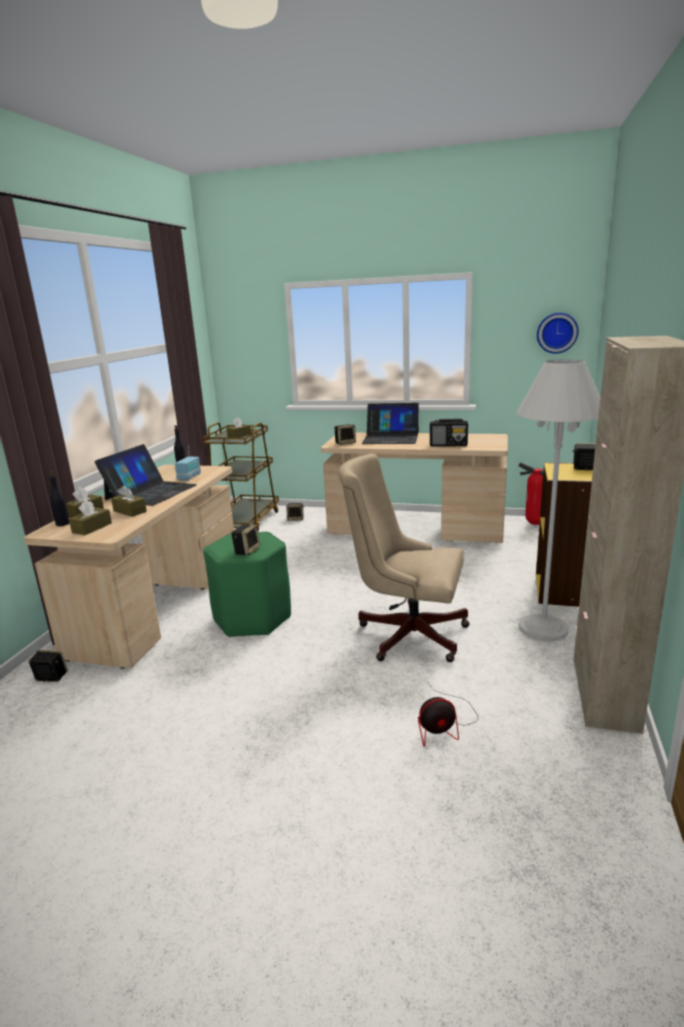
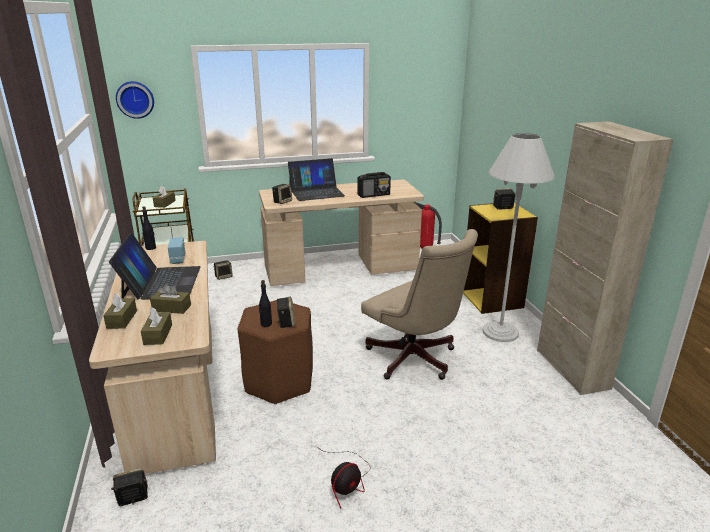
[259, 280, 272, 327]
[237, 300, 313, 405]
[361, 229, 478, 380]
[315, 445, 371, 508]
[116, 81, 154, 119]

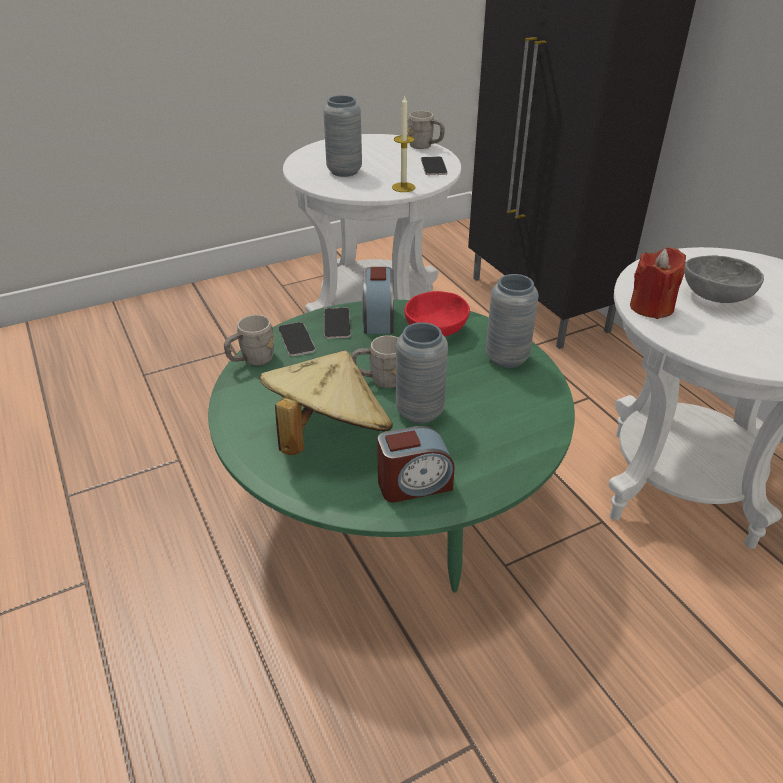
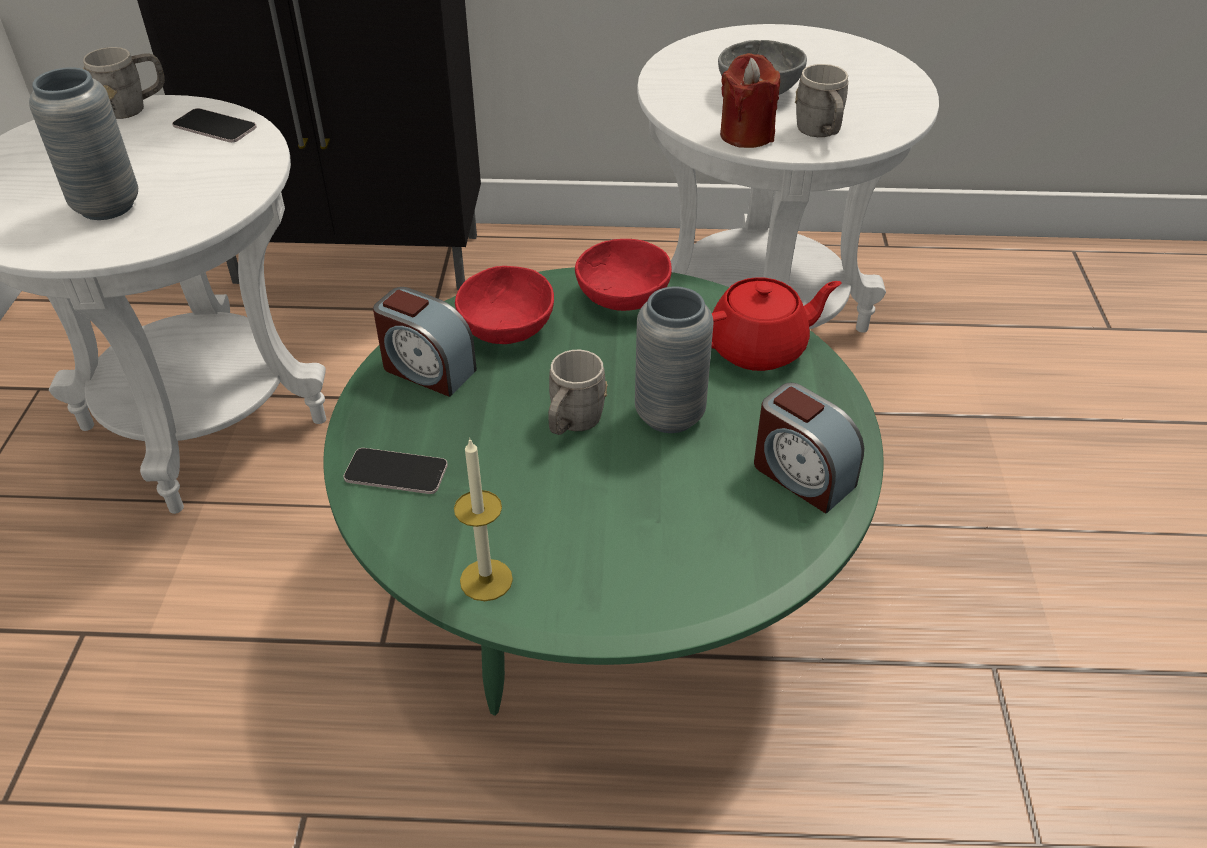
[795, 64, 848, 137]
[259, 351, 393, 455] (first image)
[324, 307, 351, 339] (first image)
[754, 383, 864, 514]
[454, 438, 513, 601]
[575, 239, 672, 311]
[711, 277, 842, 371]

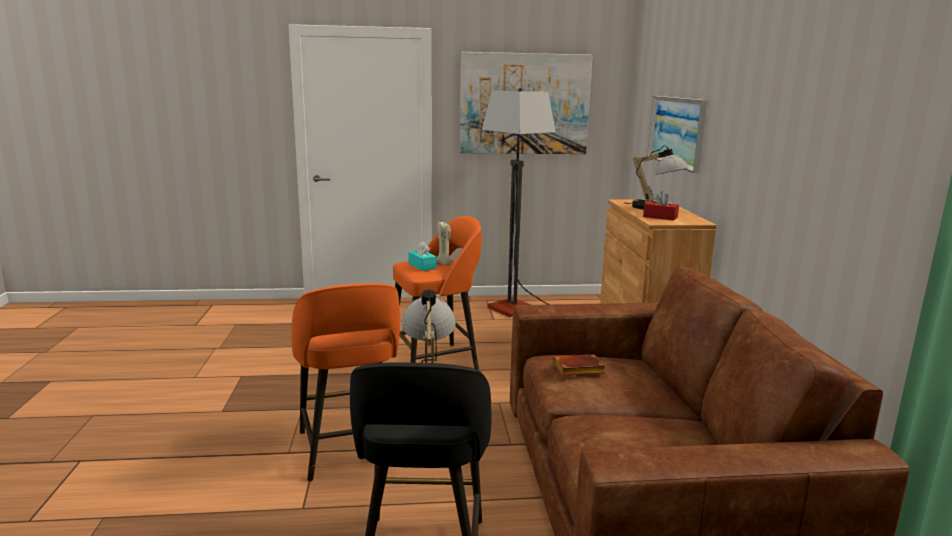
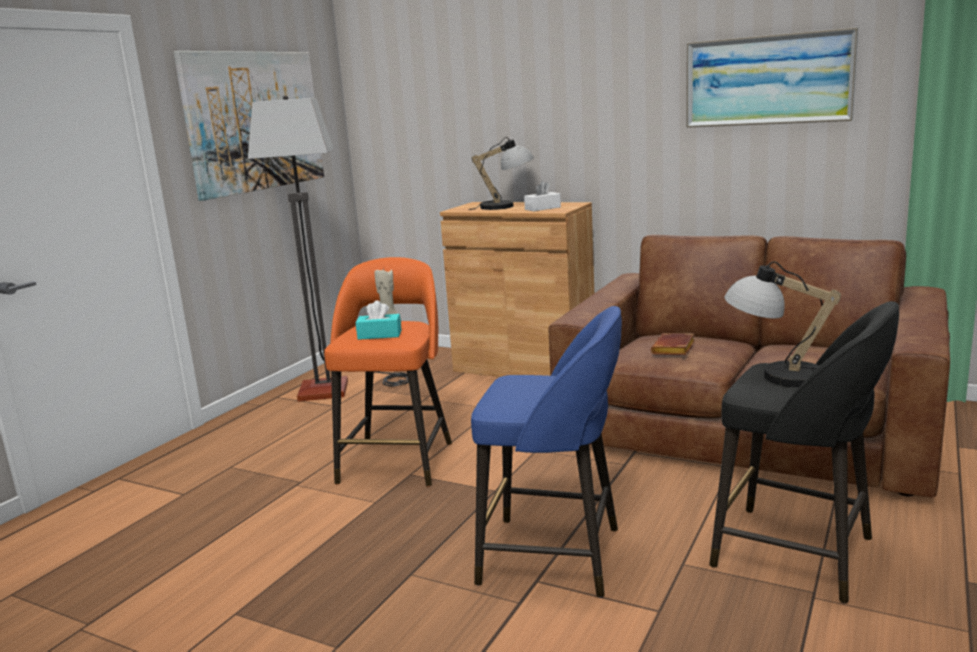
[471, 306, 622, 598]
[524, 181, 561, 211]
[686, 27, 858, 128]

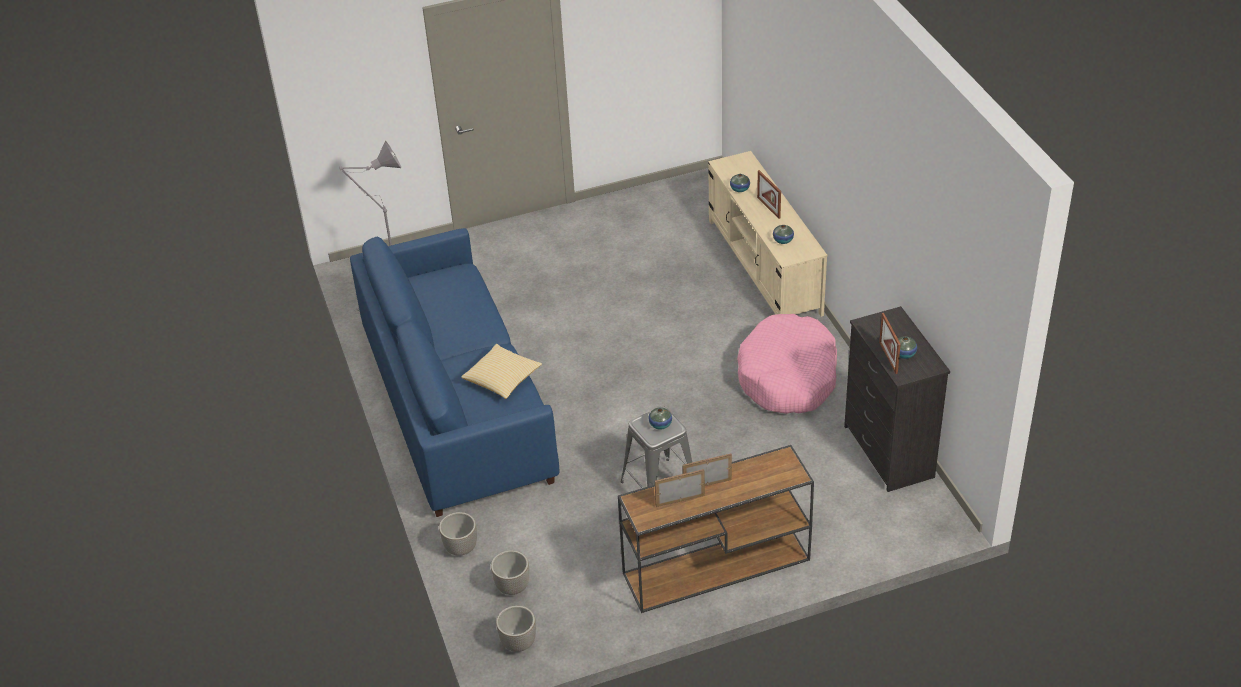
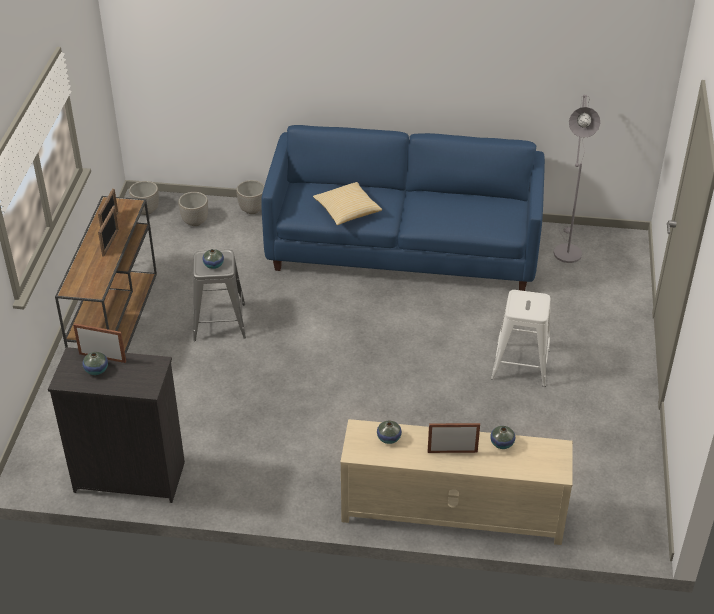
[737, 314, 837, 414] (first image)
[491, 290, 550, 387]

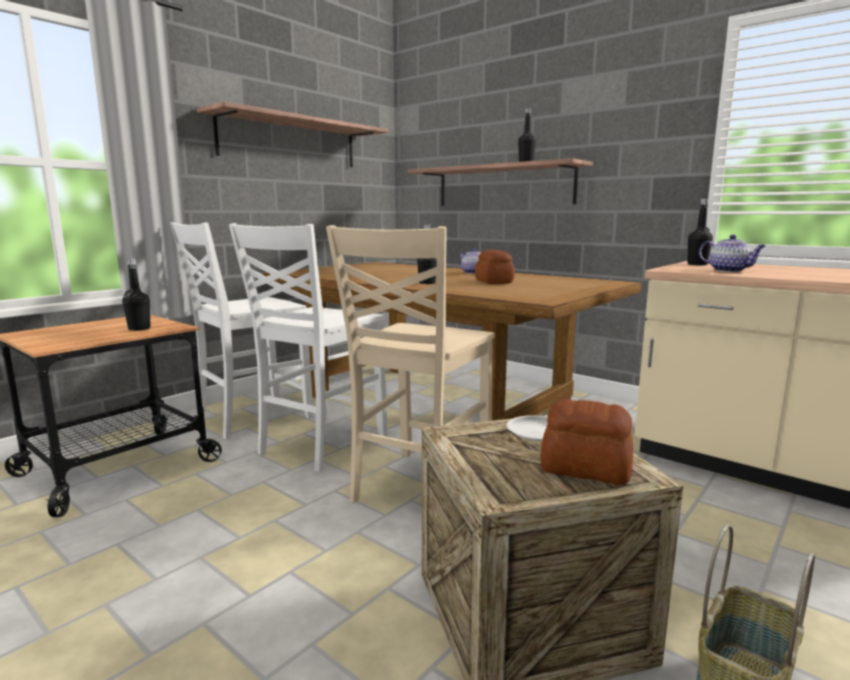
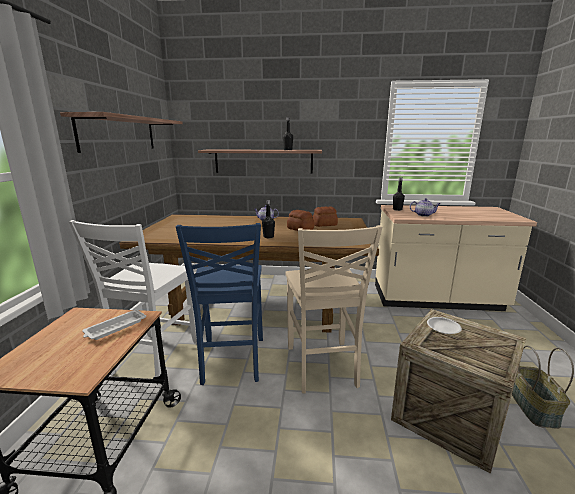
[82, 309, 146, 340]
[176, 223, 263, 385]
[312, 206, 338, 227]

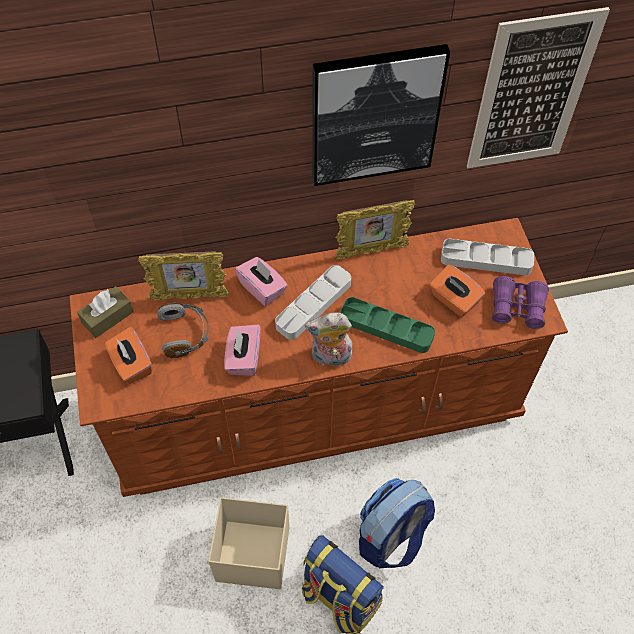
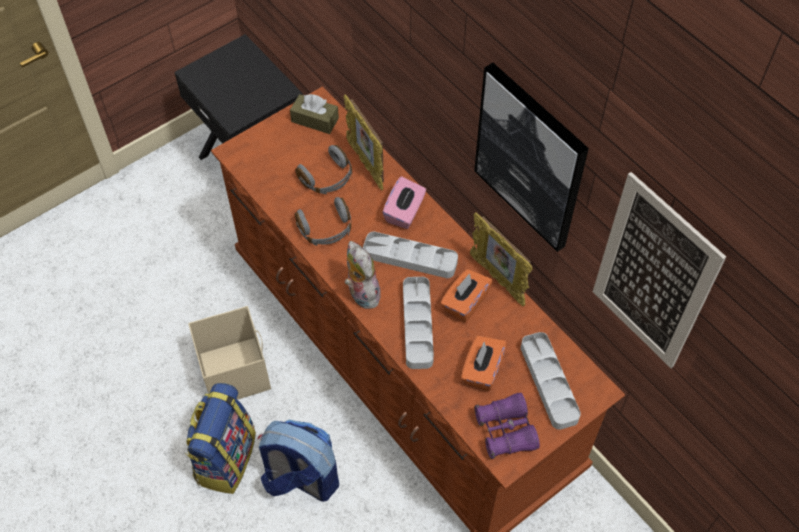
[441, 269, 493, 322]
[295, 197, 351, 246]
[403, 277, 434, 369]

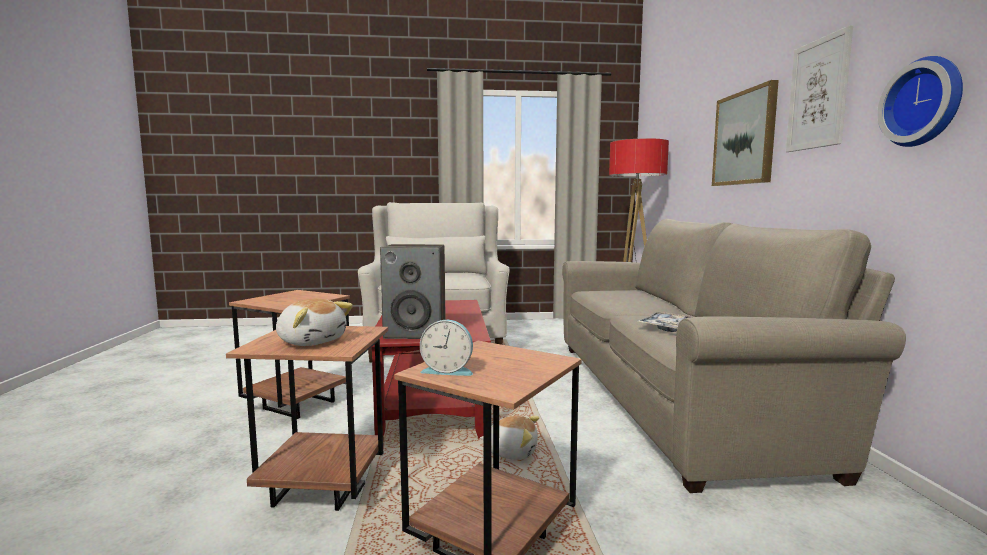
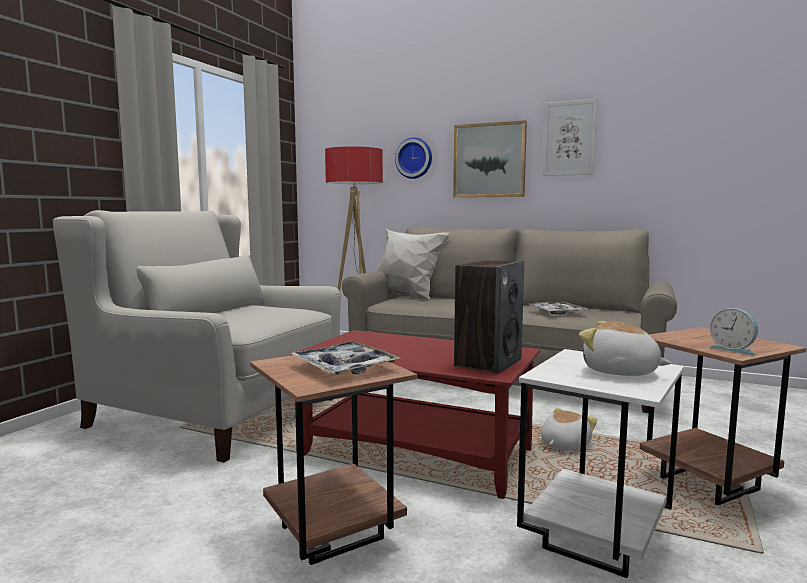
[517, 349, 684, 578]
[579, 321, 671, 376]
[709, 308, 758, 355]
[395, 137, 432, 179]
[291, 342, 400, 375]
[377, 228, 451, 301]

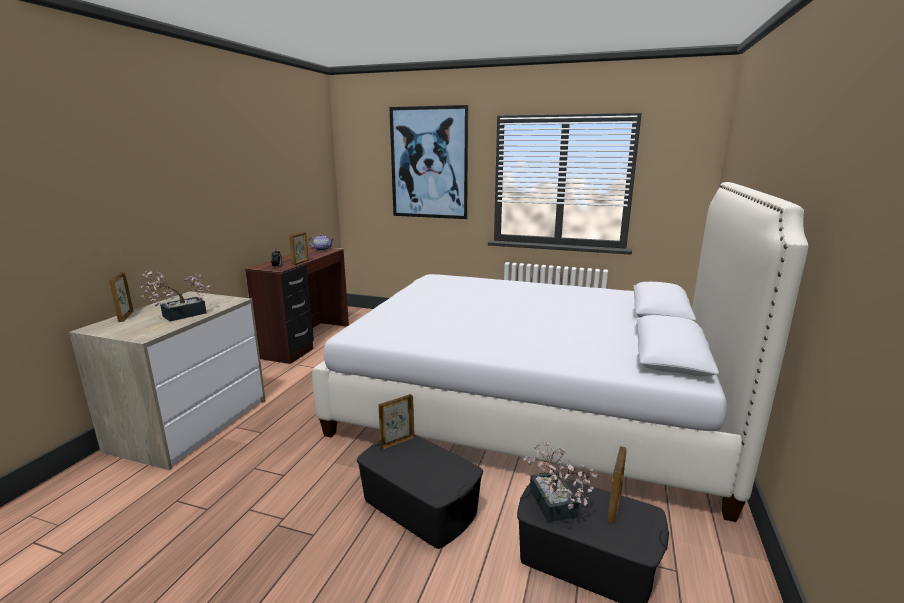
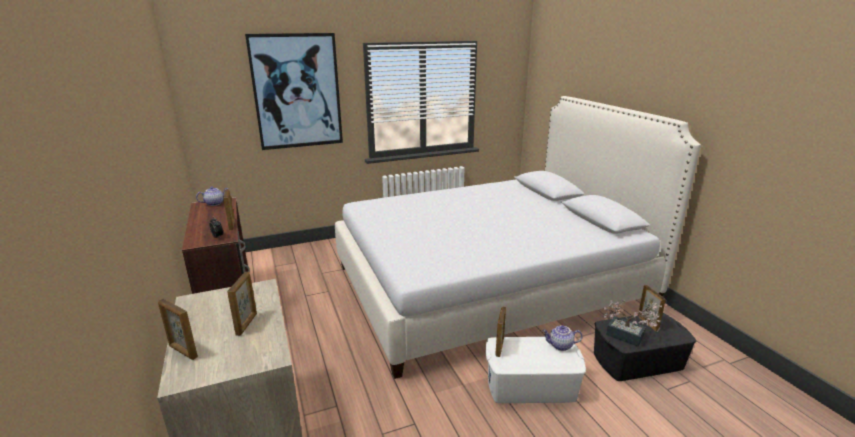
[227, 272, 257, 336]
[485, 337, 586, 403]
[542, 325, 583, 351]

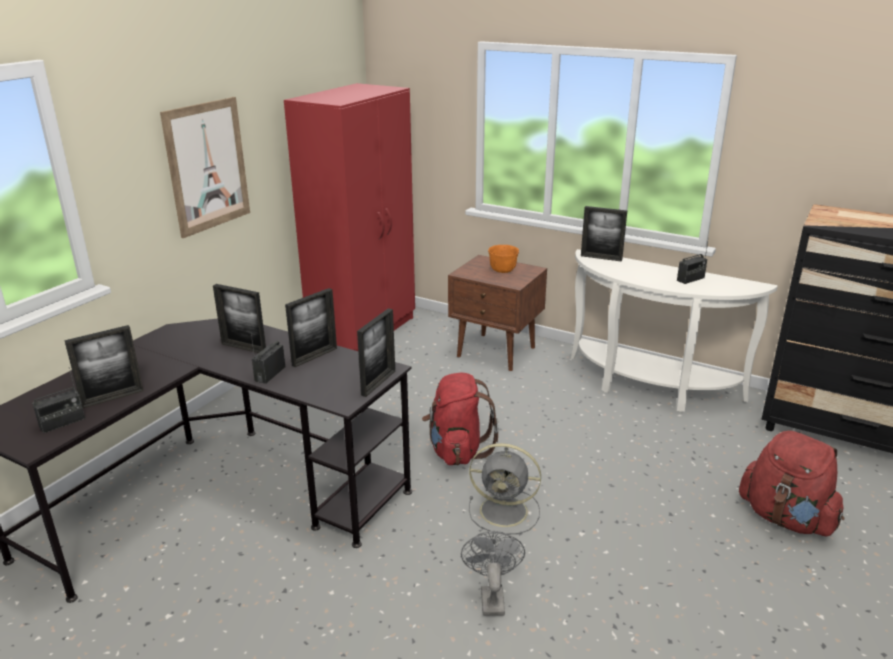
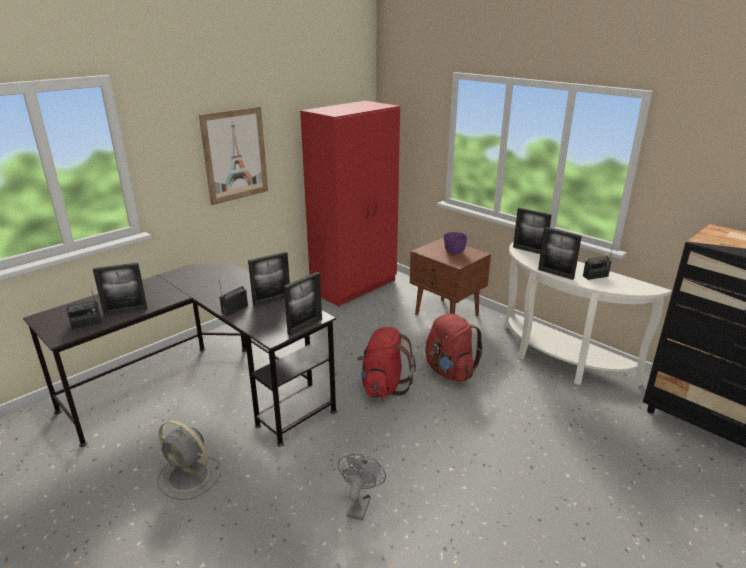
[538, 227, 582, 280]
[157, 420, 222, 500]
[444, 232, 468, 254]
[425, 314, 484, 382]

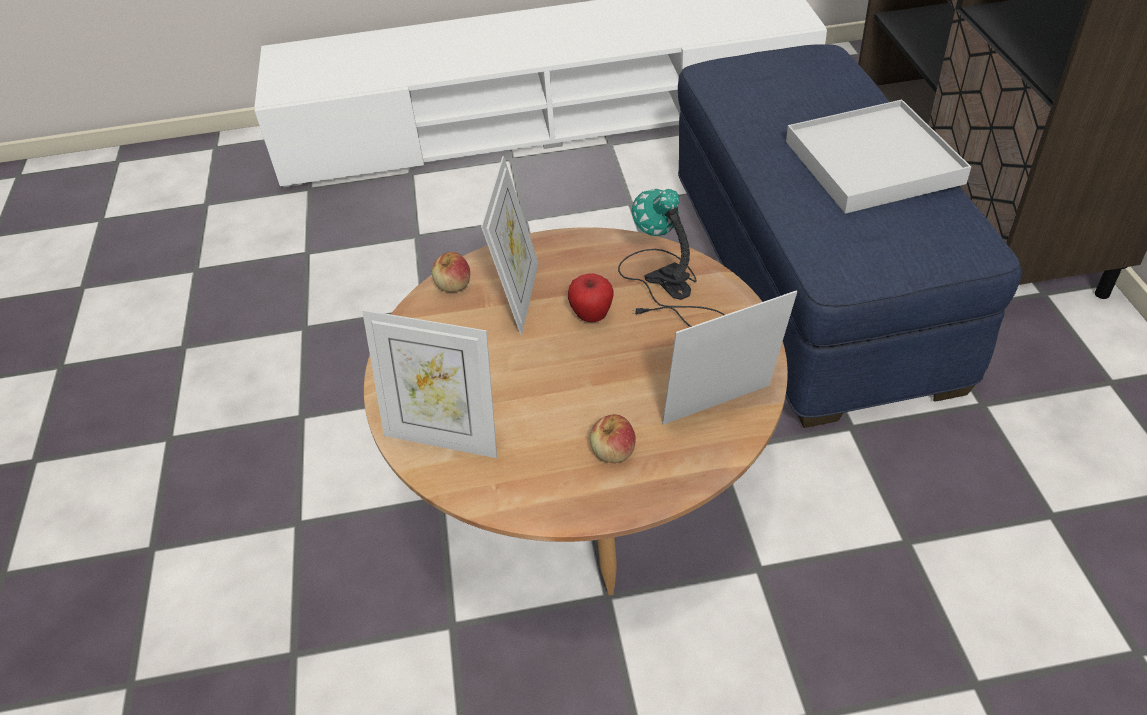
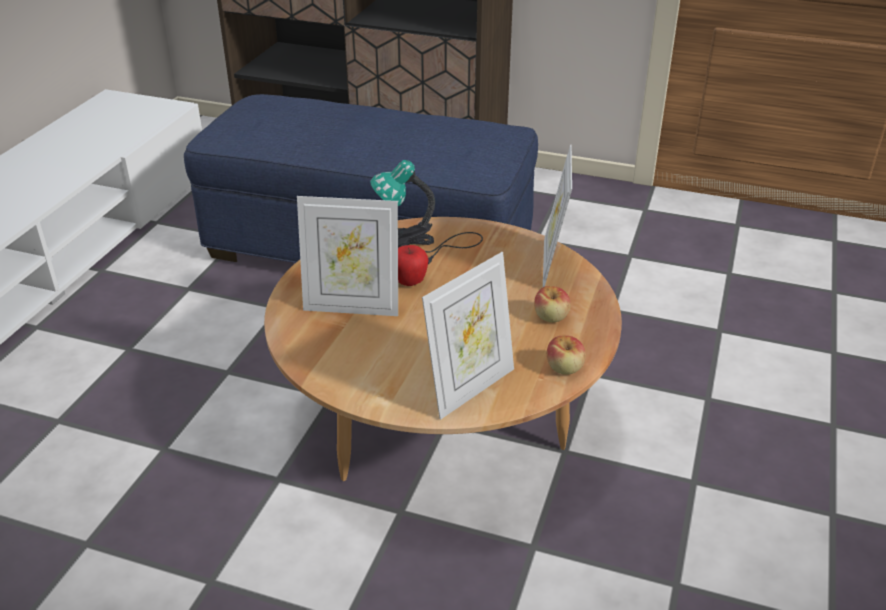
[547, 336, 586, 375]
[297, 196, 398, 316]
[786, 100, 971, 214] (first image)

